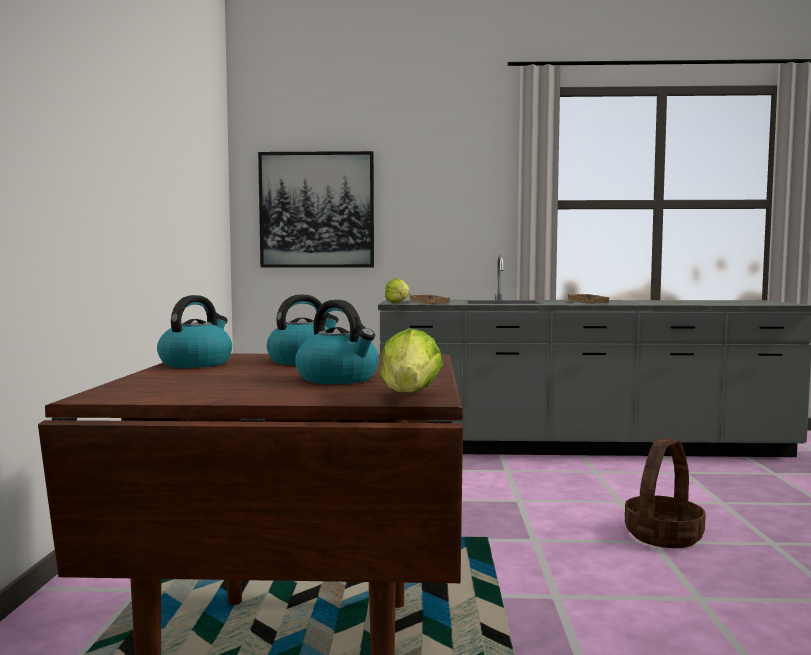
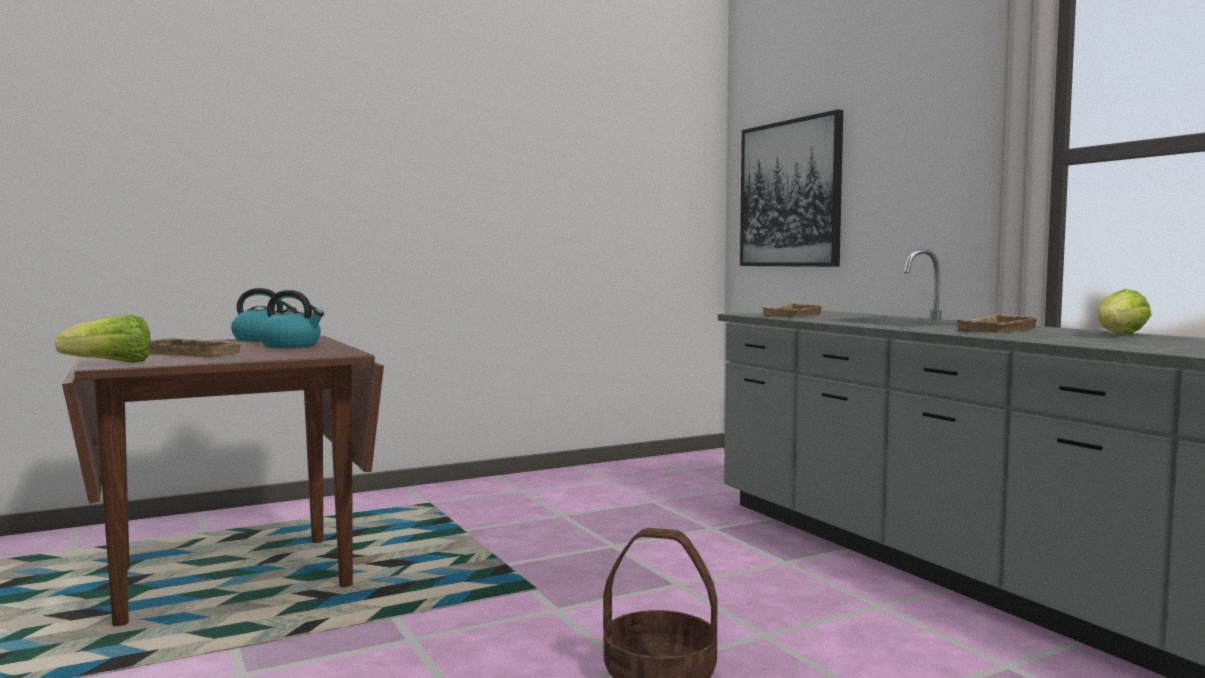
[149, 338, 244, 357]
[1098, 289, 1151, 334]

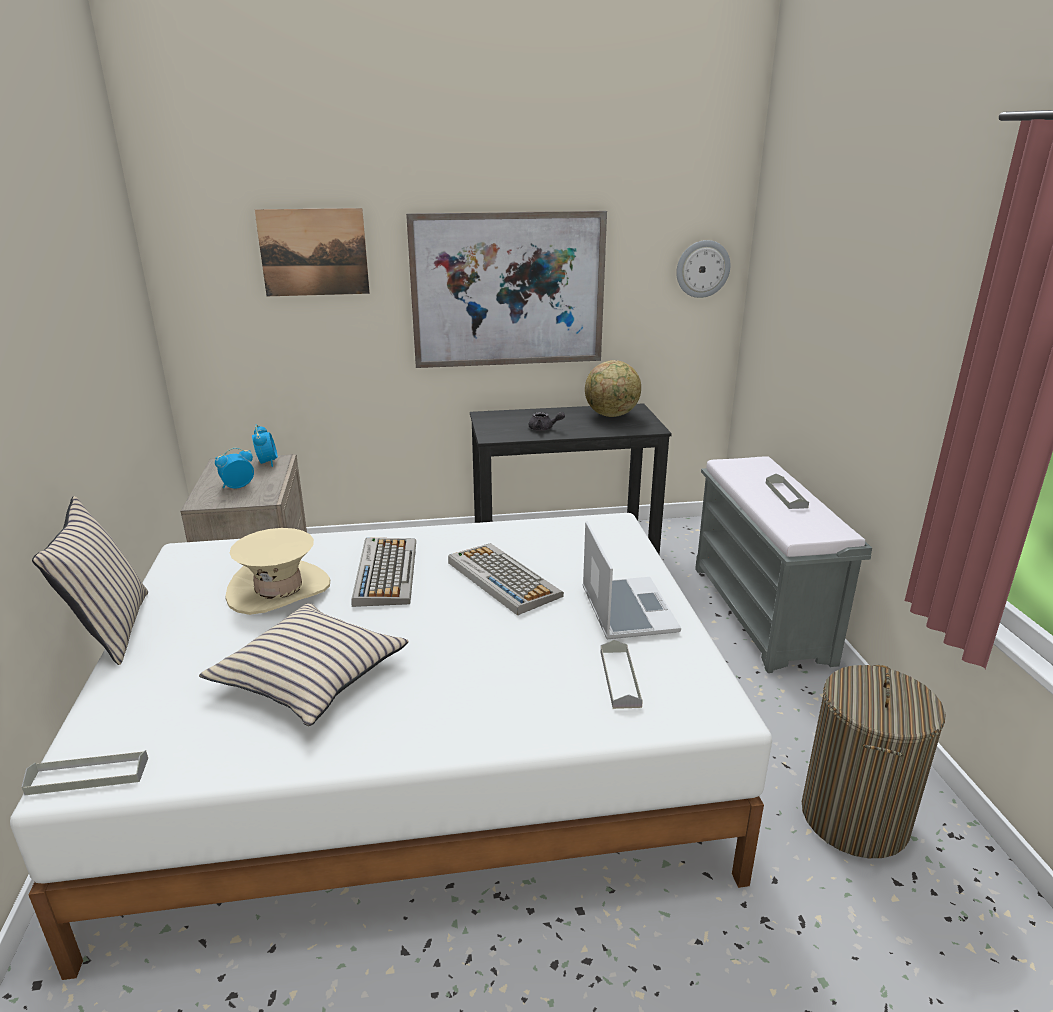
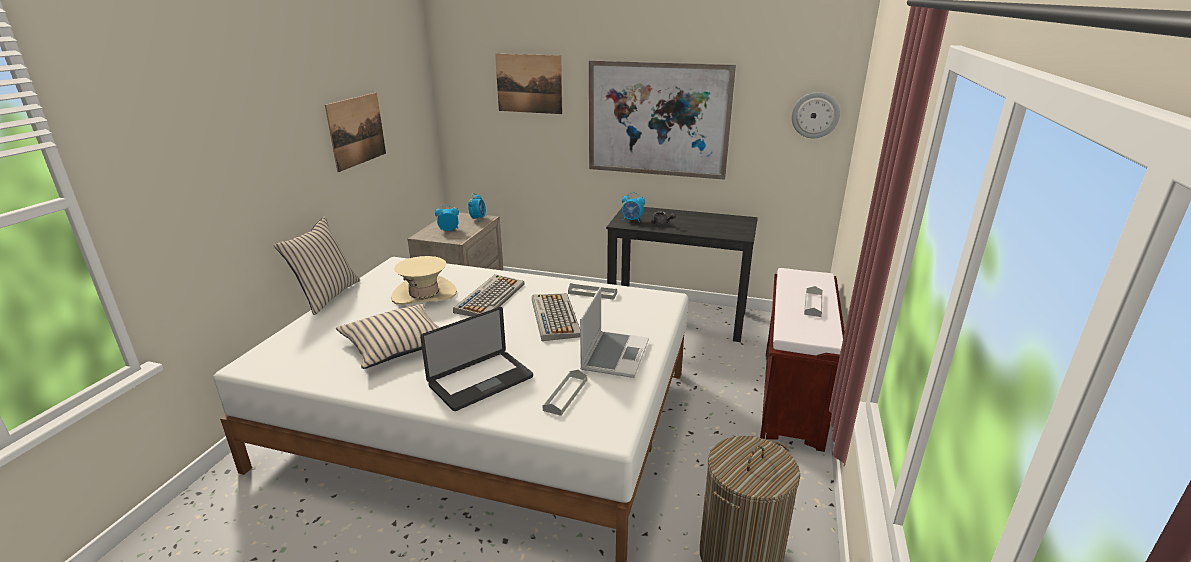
[568, 283, 617, 300]
[585, 360, 641, 417] (first image)
[760, 268, 845, 452]
[325, 93, 386, 172]
[420, 307, 533, 411]
[622, 192, 645, 223]

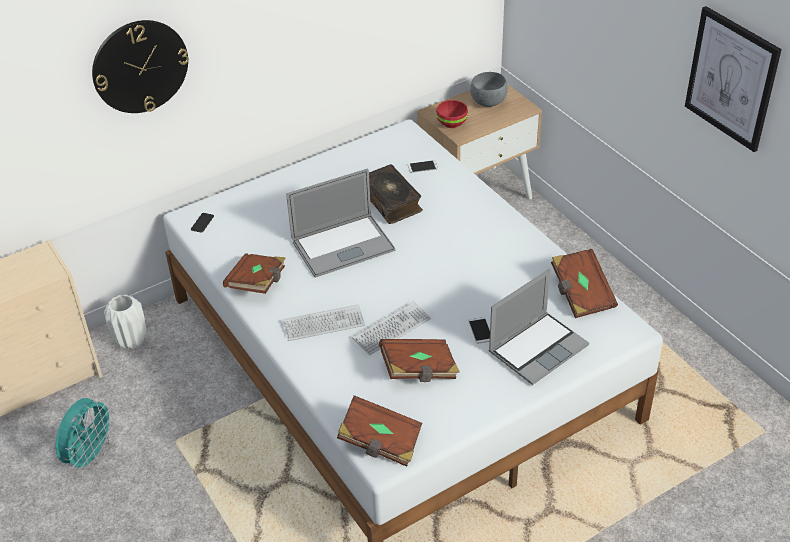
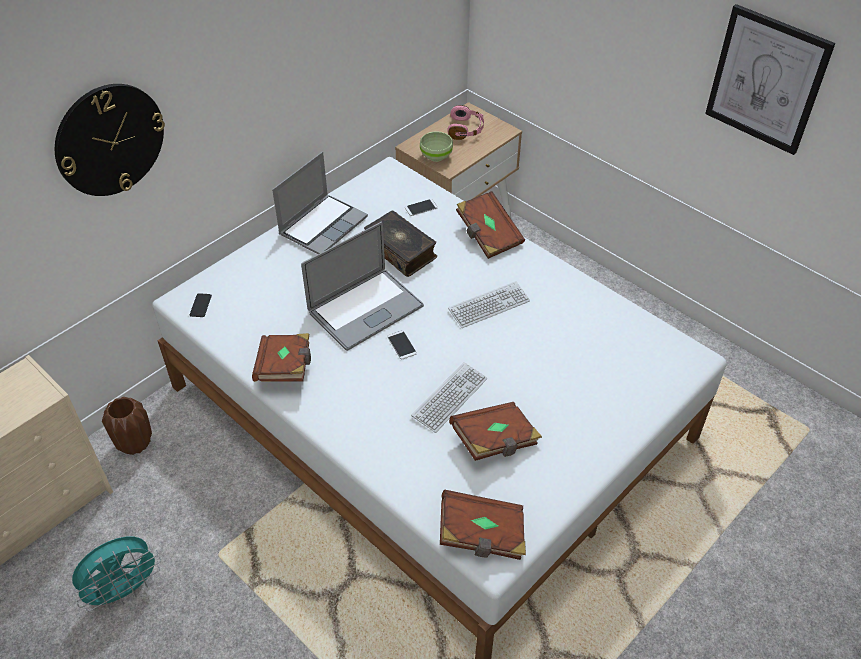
[72, 537, 161, 612]
[102, 397, 152, 455]
[448, 281, 530, 328]
[420, 131, 453, 162]
[387, 330, 417, 359]
[447, 105, 484, 140]
[272, 152, 368, 254]
[456, 191, 525, 259]

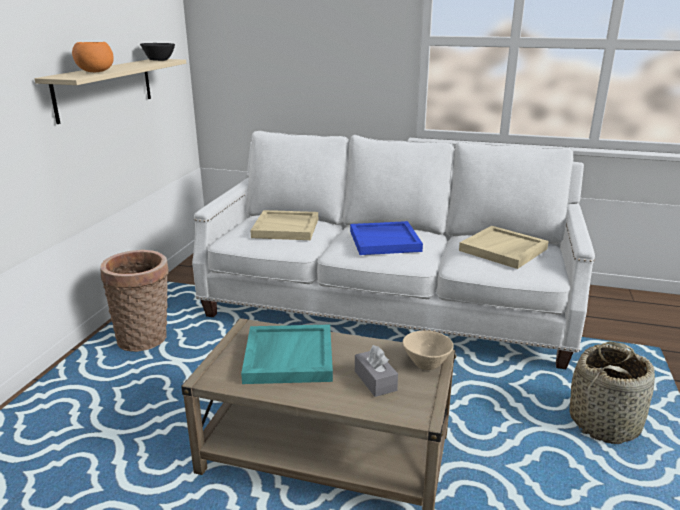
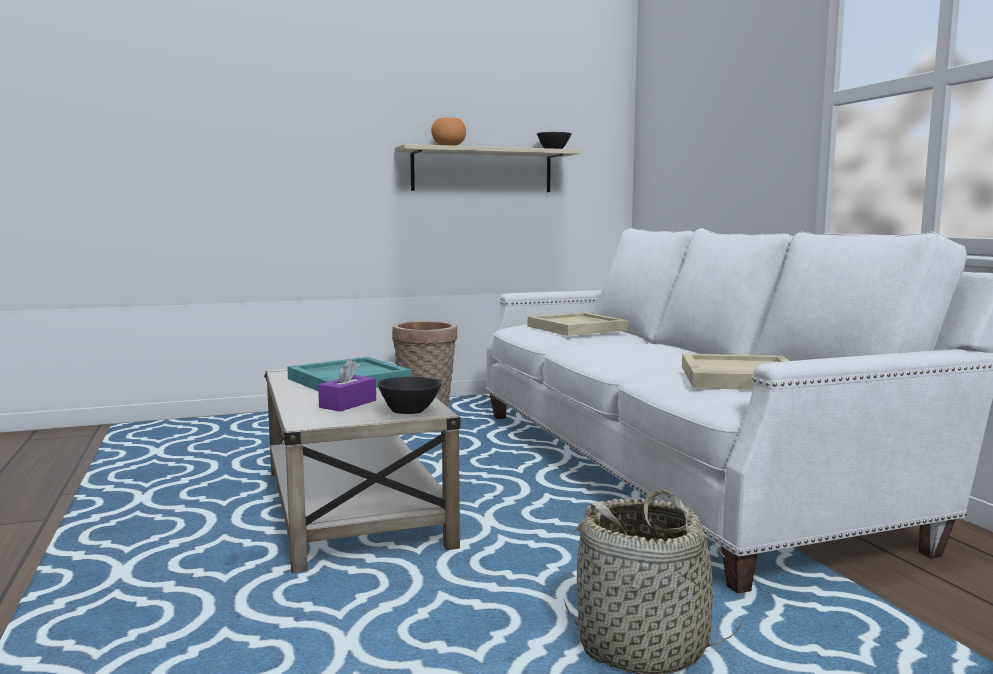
[350, 221, 423, 255] (first image)
[318, 359, 376, 411]
[378, 376, 441, 414]

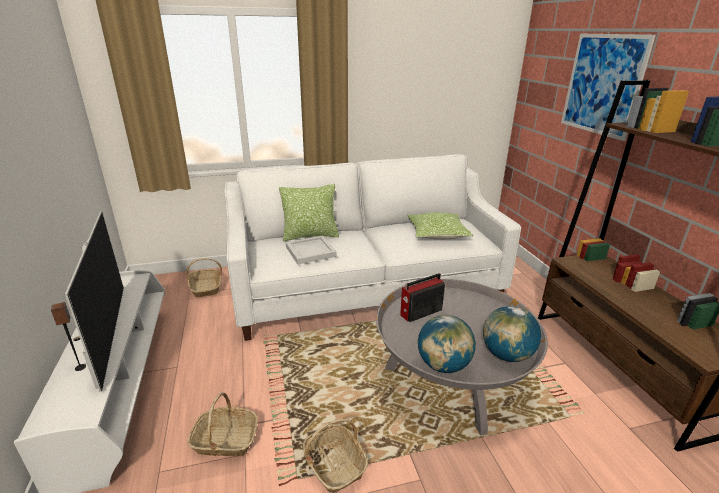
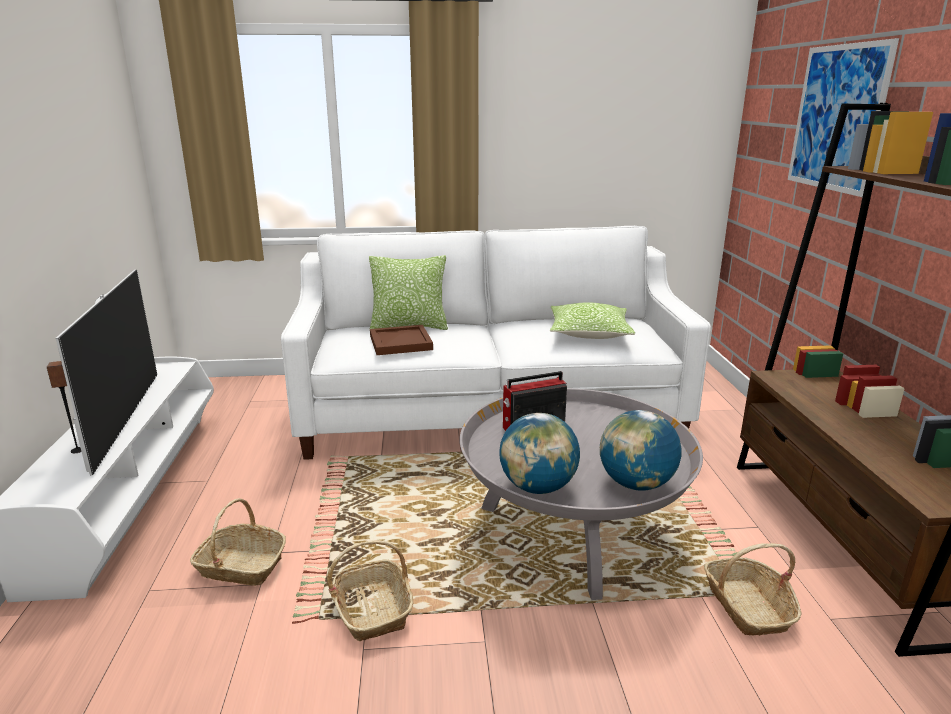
[704, 543, 802, 636]
[370, 325, 433, 355]

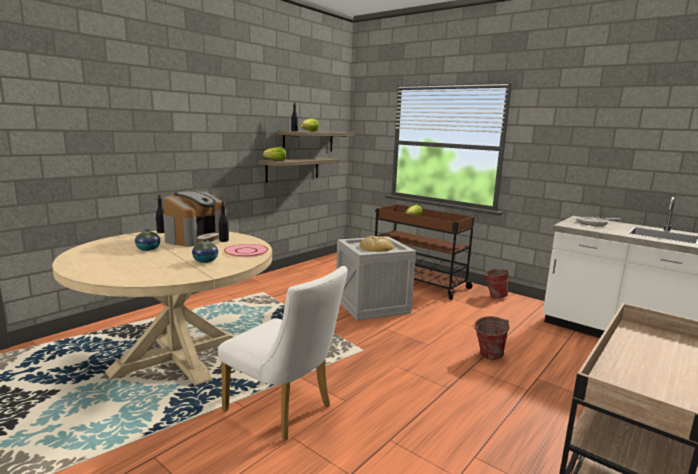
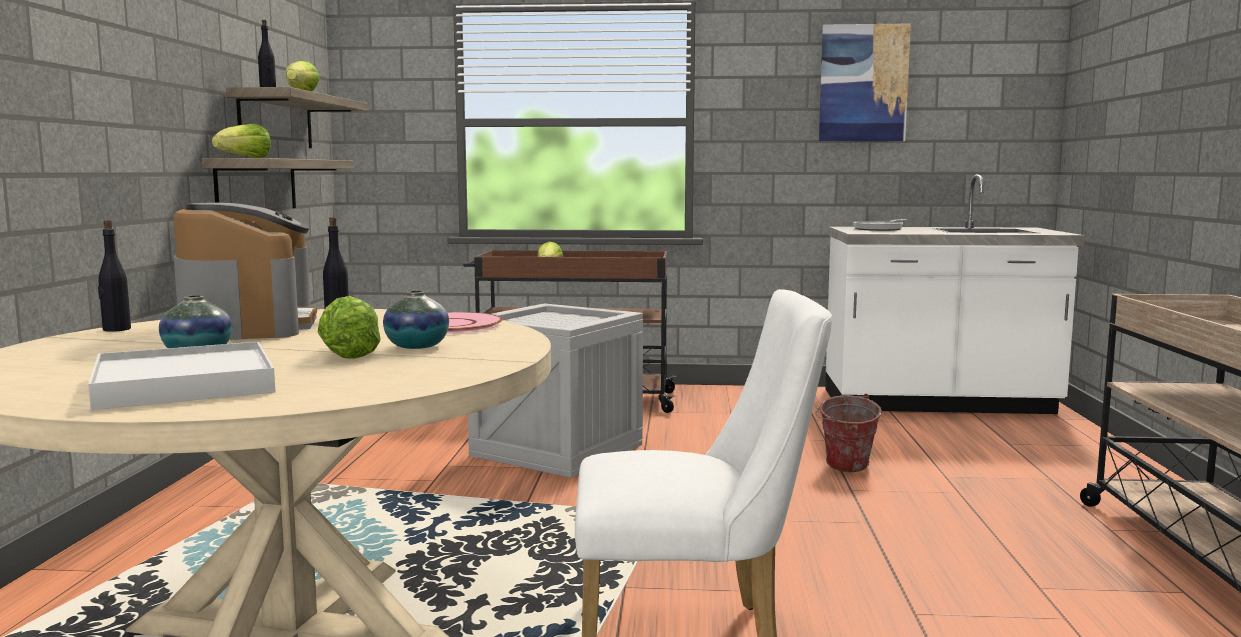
[360, 236, 394, 252] (first image)
[484, 269, 510, 298] (first image)
[88, 342, 275, 410]
[318, 296, 381, 359]
[819, 24, 911, 141]

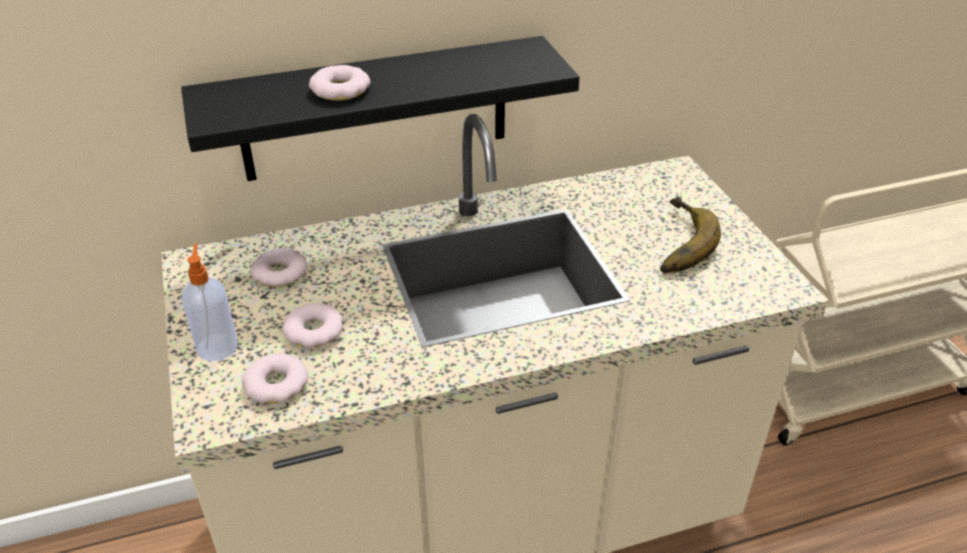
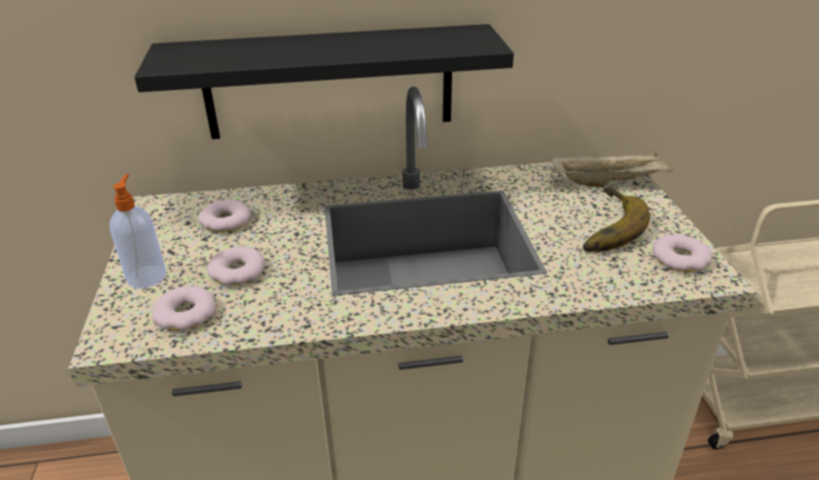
[653, 234, 713, 272]
[551, 151, 673, 187]

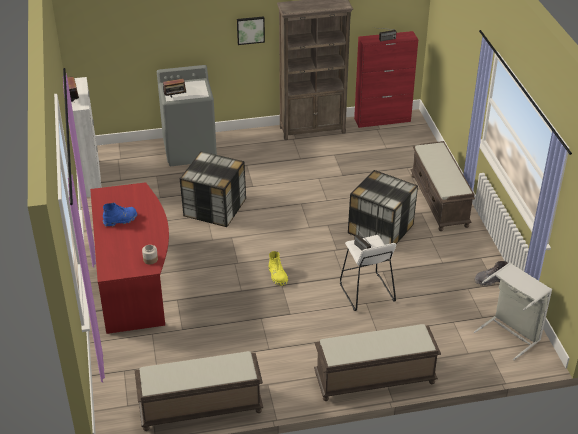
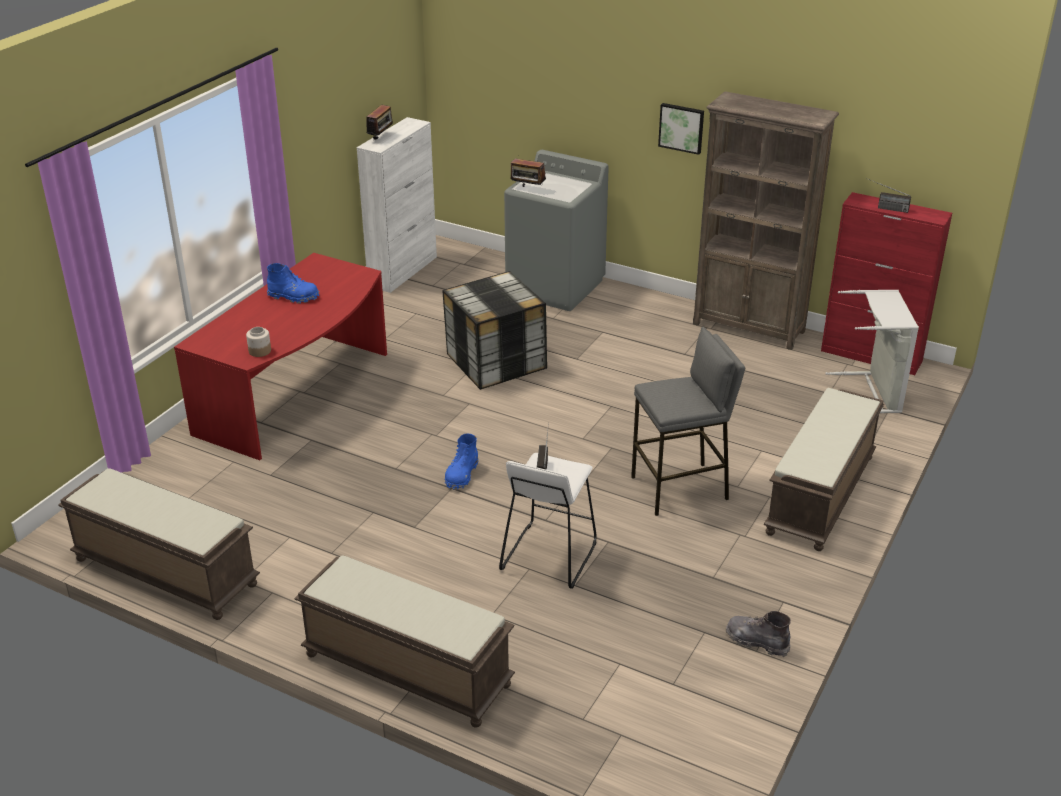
[445, 434, 478, 490]
[631, 327, 745, 516]
[825, 290, 919, 413]

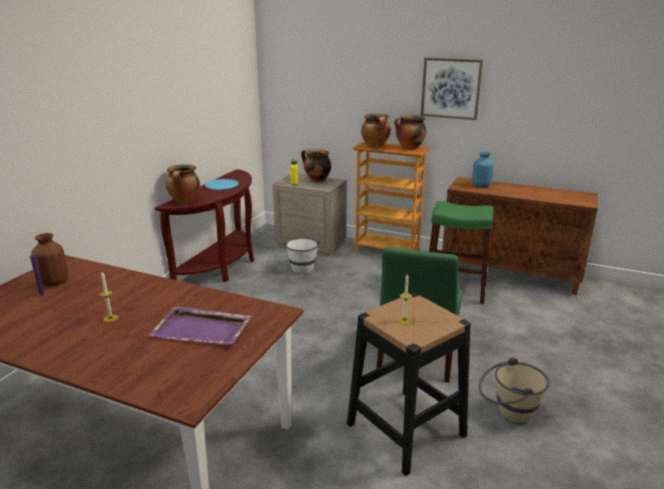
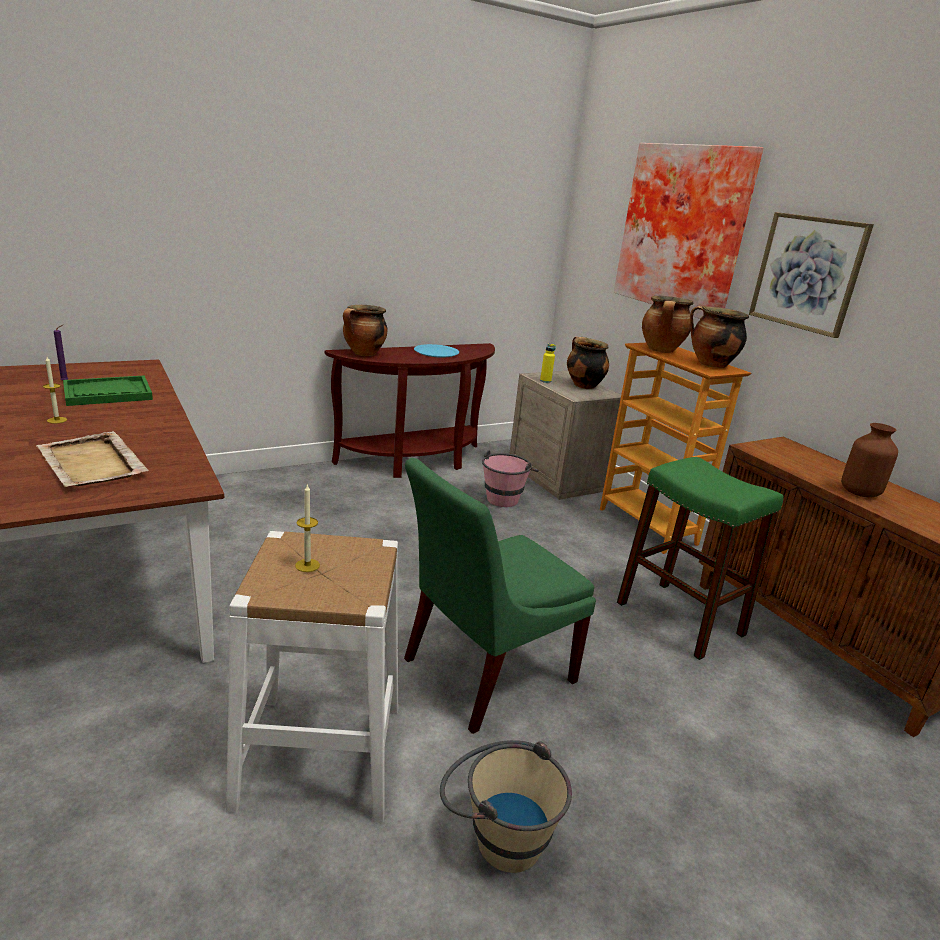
[841, 423, 898, 498]
[36, 431, 149, 487]
[482, 450, 539, 507]
[226, 531, 398, 822]
[472, 152, 494, 188] (first image)
[63, 376, 153, 406]
[614, 143, 763, 319]

